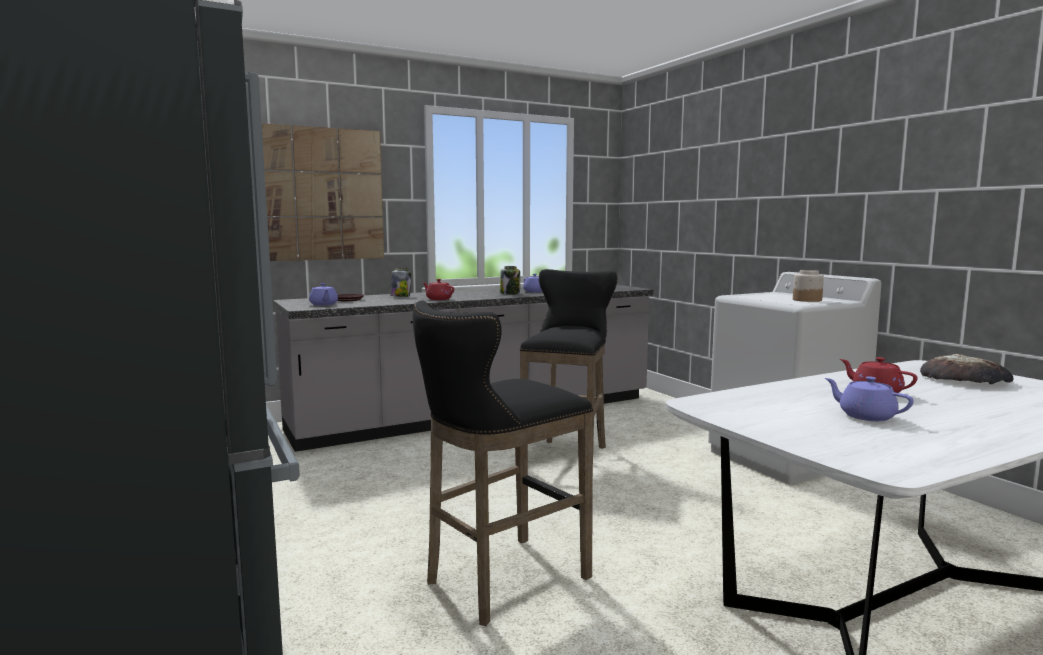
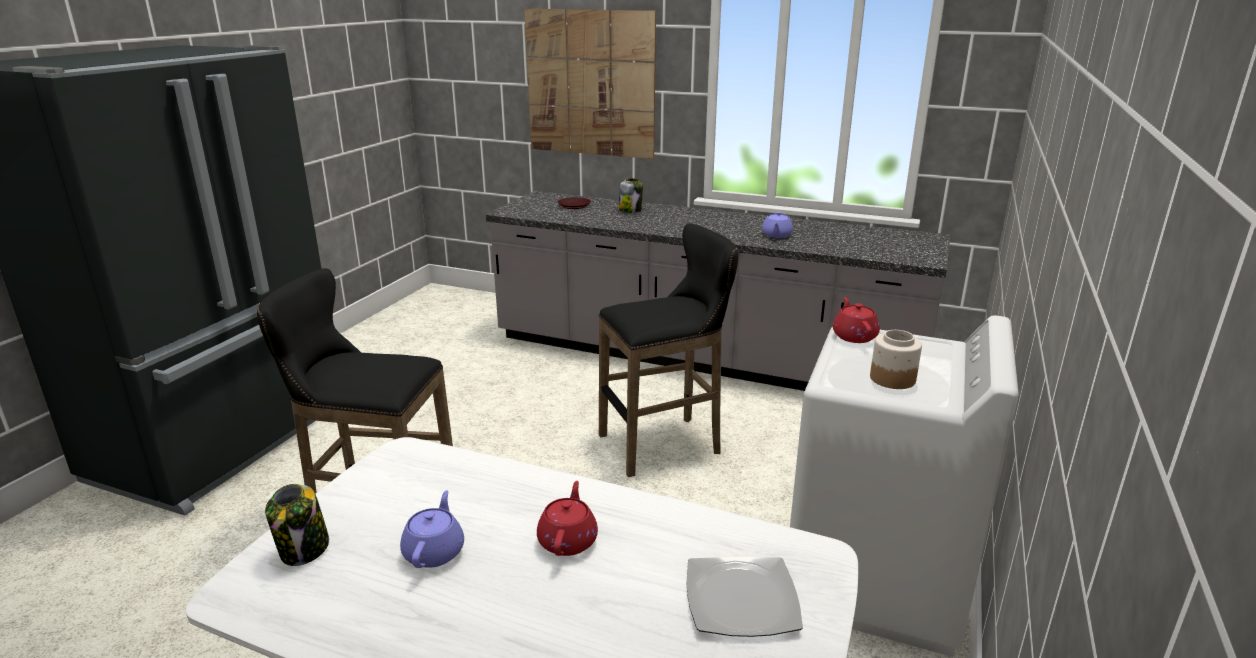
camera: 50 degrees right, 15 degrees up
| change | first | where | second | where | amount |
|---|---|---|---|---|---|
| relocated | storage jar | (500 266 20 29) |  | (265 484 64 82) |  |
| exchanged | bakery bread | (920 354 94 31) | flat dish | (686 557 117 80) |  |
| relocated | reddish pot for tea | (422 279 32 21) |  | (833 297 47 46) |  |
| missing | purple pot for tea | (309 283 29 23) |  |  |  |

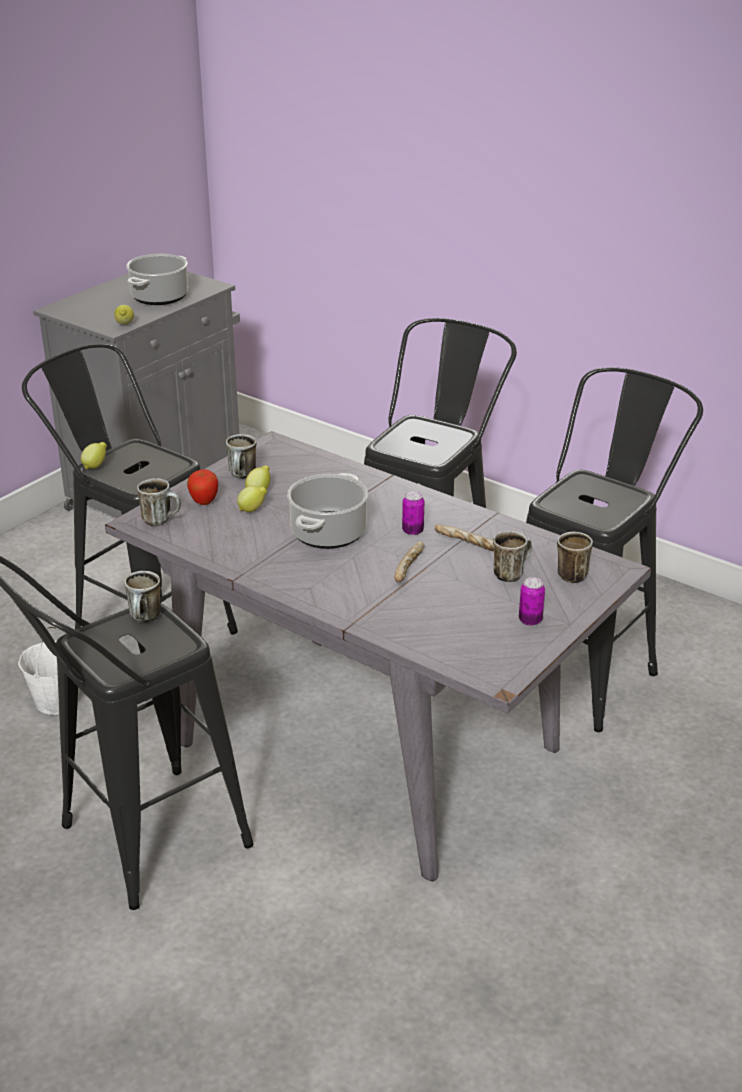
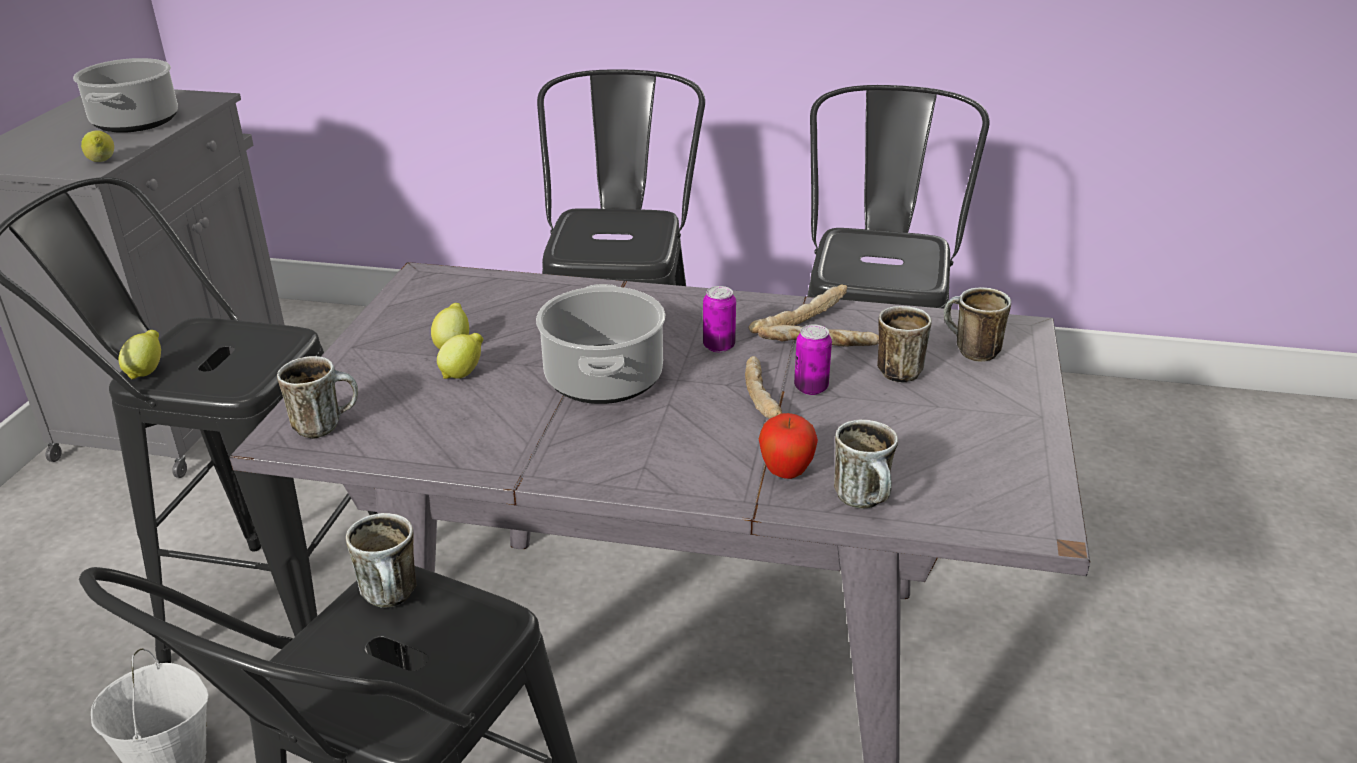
camera: 25 degrees left, 0 degrees up
| change | first | where | second | where | amount |
|---|---|---|---|---|---|
| appeared |  |  | bakery bread | (748 284 99 50) |  |
| relocated | apple fruit | (187 469 31 36) |  | (759 413 59 66) |  |
| relocated | can | (519 577 26 49) |  | (794 324 38 71) |  |
| relocated | tea mug | (226 434 31 45) |  | (834 419 64 90) |  |

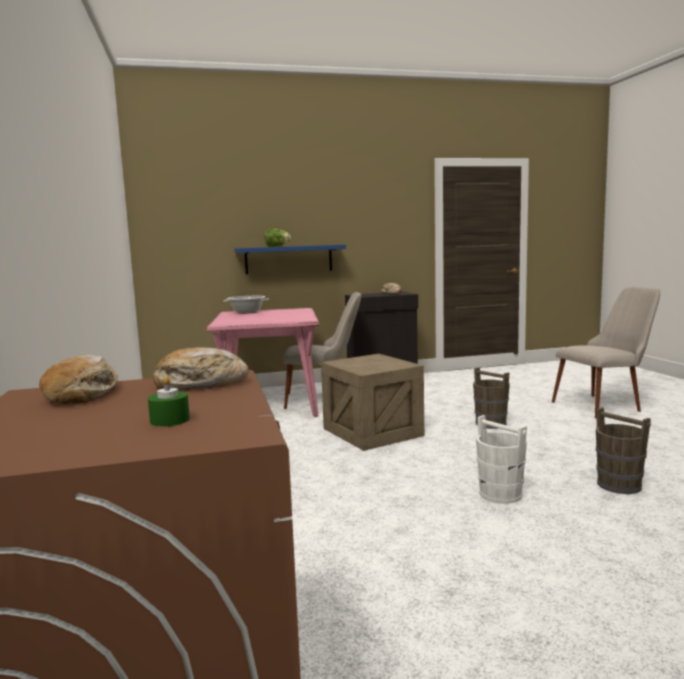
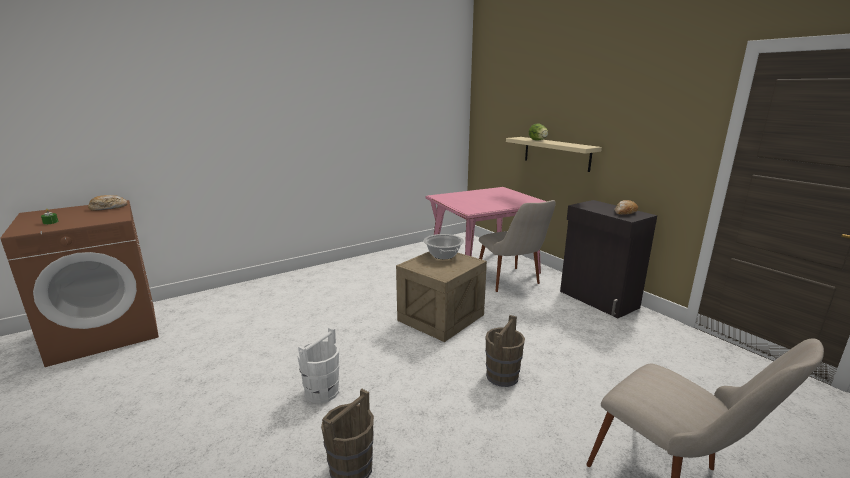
camera: 70 degrees right, 10 degrees up
| change | first | where | second | where | amount |
|---|---|---|---|---|---|
| relocated | stockpot | (224 296 45 18) |  | (424 234 40 25) |  |
| colour | bluish shelf | (234 245 112 29) | sand-coloured shelf | (506 137 96 35) |  |
| missing | bakery bread | (153 347 96 42) |  |  |  |

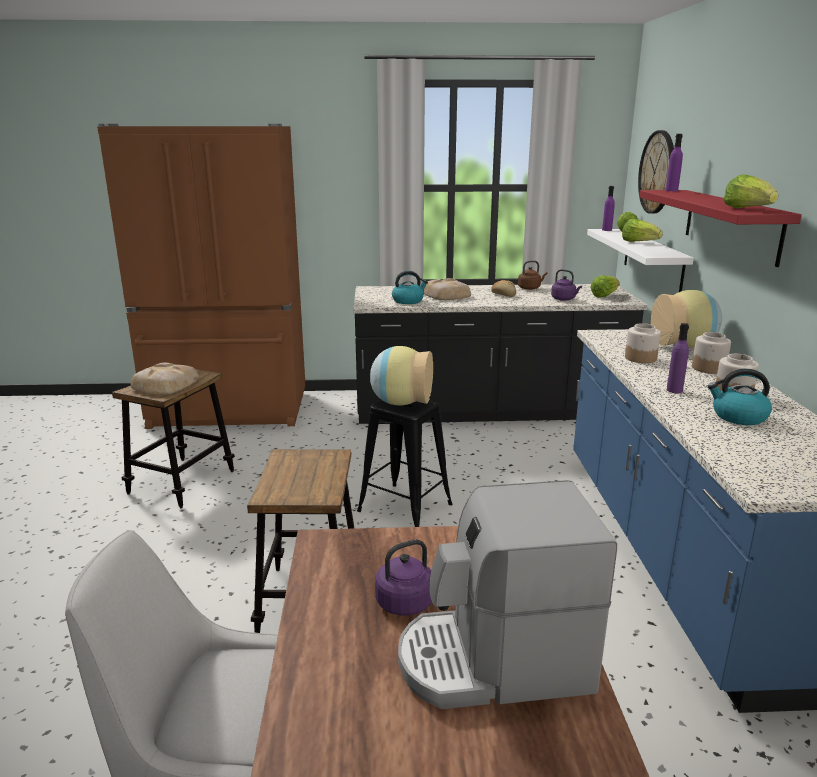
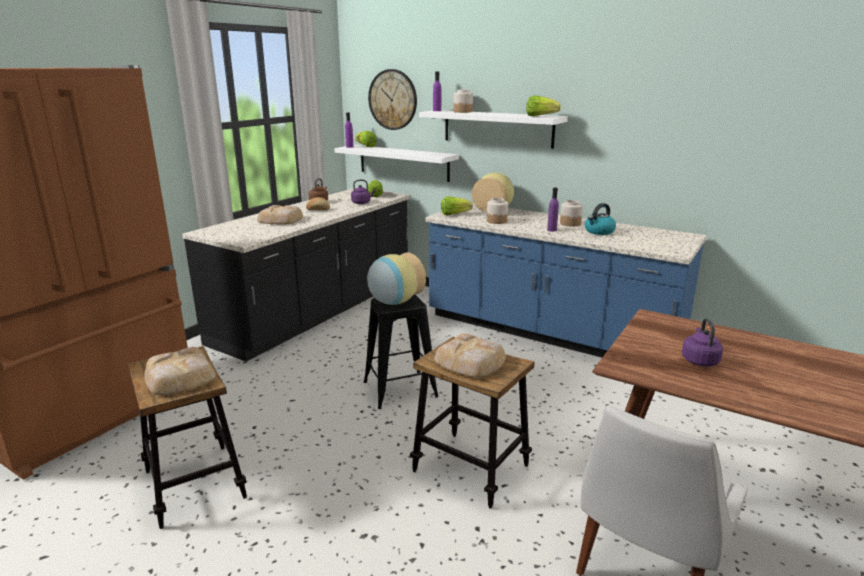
camera: 55 degrees left, 0 degrees up
| change | first | where | second | where | amount |
|---|---|---|---|---|---|
| colour | reddish shelf | (639 190 163 77) | whitish shelf | (419 110 149 39) |  |
| appeared |  |  | bakery bread | (434 333 72 45) |  |
| relocated | head of lettuce | (622 219 41 23) |  | (441 197 32 18) |  |
| relocated | storage jar | (692 332 39 42) |  | (453 90 20 23) |  |
| missing | kettle | (392 271 36 33) |  |  |  |
| missing | coffee machine | (398 480 219 229) |  |  |  |

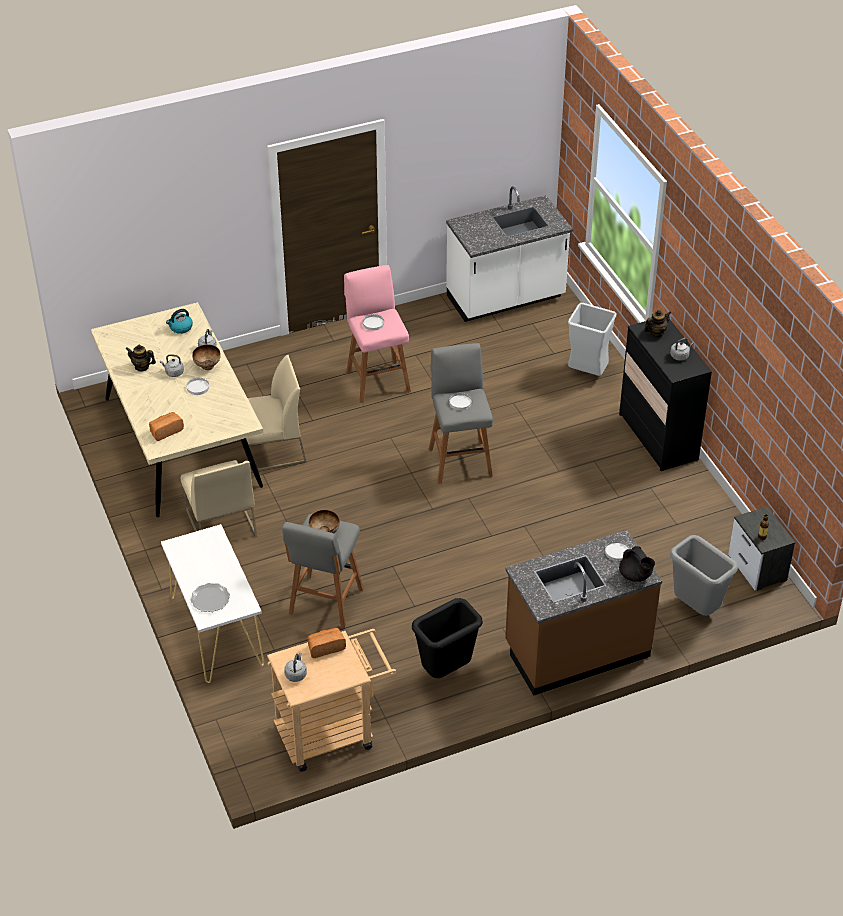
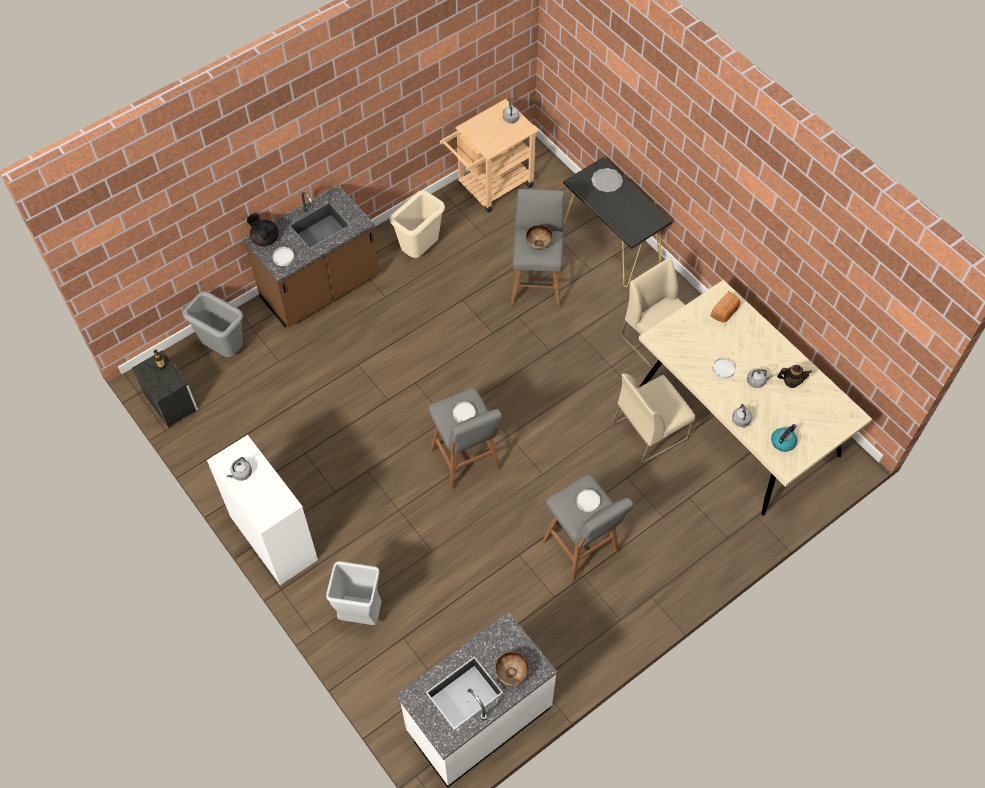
camera: 165 degrees right, 15 degrees up
| change | first | where | second | where | amount |
|---|---|---|---|---|---|
| colour | black-coloured drawer chest | (619 319 93 152) | whitish drawer chest | (207 435 111 150) |  |
| colour | black-coloured waste bin | (412 598 71 80) | sand-coloured waste bin | (390 190 55 68) |  |
| relocated | bowl | (192 344 29 26) |  | (495 652 34 34) |  |
| colour | pink stool seat | (344 265 67 138) | greyish stool seat | (543 474 91 107) |  |
| colour | whitish narrow table | (161 524 103 159) | black-coloured narrow table | (563 157 109 130) |  |
| missing | bakery bread | (307 628 39 30) |  |  |  |
| missing | pot for tea | (644 310 27 27) |  |  |  |

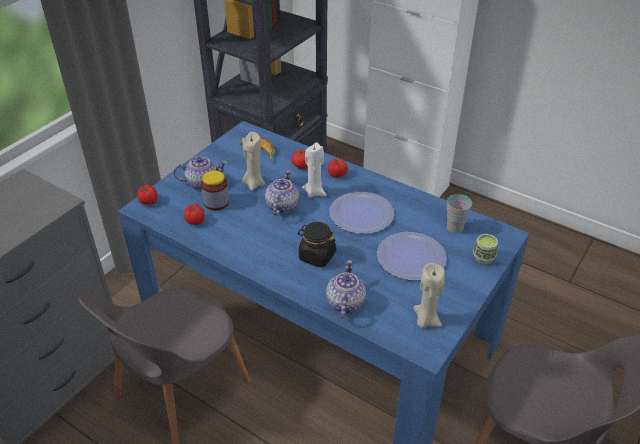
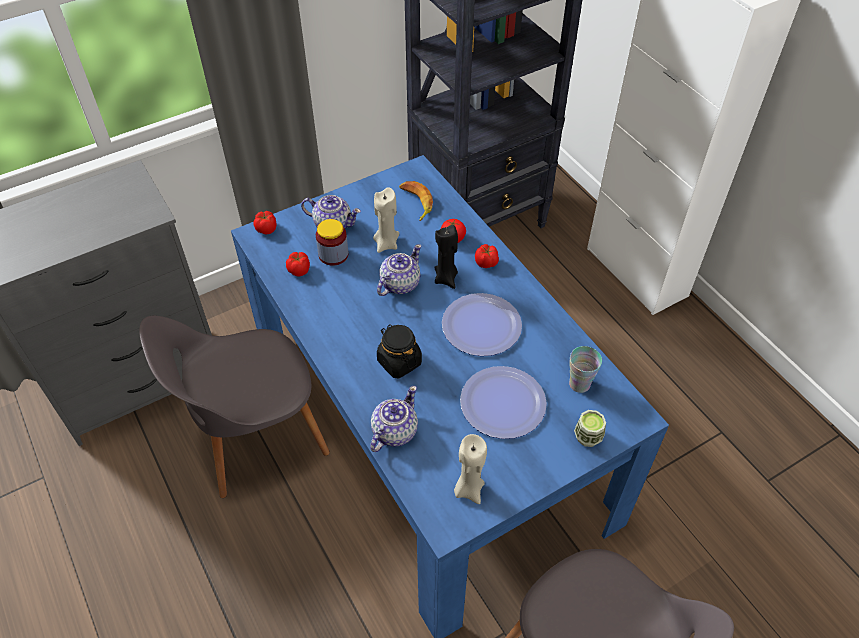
camera: 25 degrees right, 10 degrees up
| change | first | where | second | where | amount |
|---|---|---|---|---|---|
| colour | whitish wax candle | (302 142 25 56) | black-coloured wax candle | (434 225 24 64) |  |

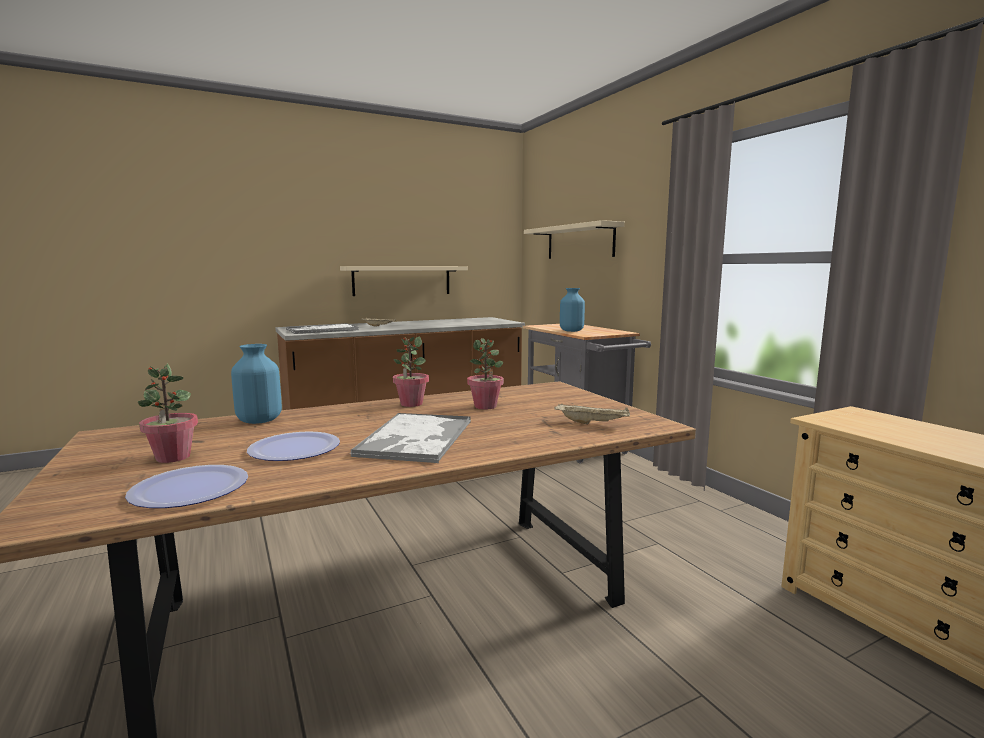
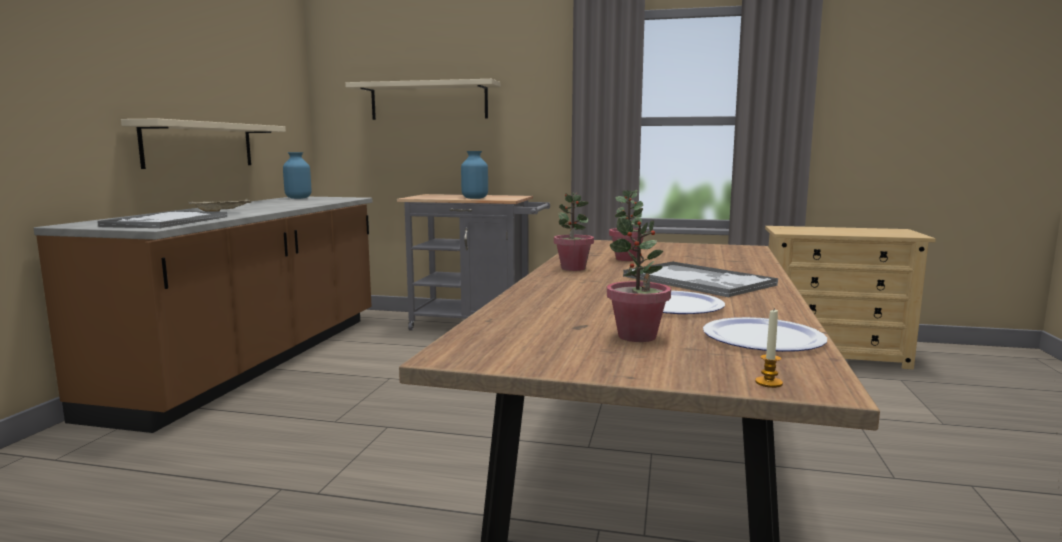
camera: 50 degrees left, 0 degrees up
| change | first | where | second | where | amount |
|---|---|---|---|---|---|
| relocated | bluish vase | (231 344 51 80) |  | (283 152 28 47) |  |
| appeared |  |  | wax candle | (755 310 28 78) |  |
| missing | sand-coloured carrying tray | (554 404 76 20) |  |  |  |

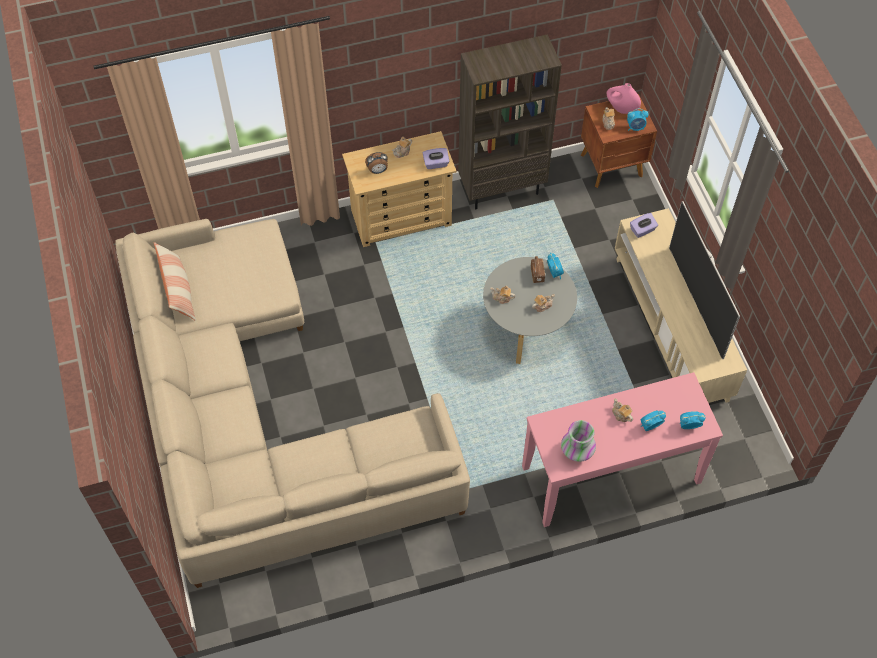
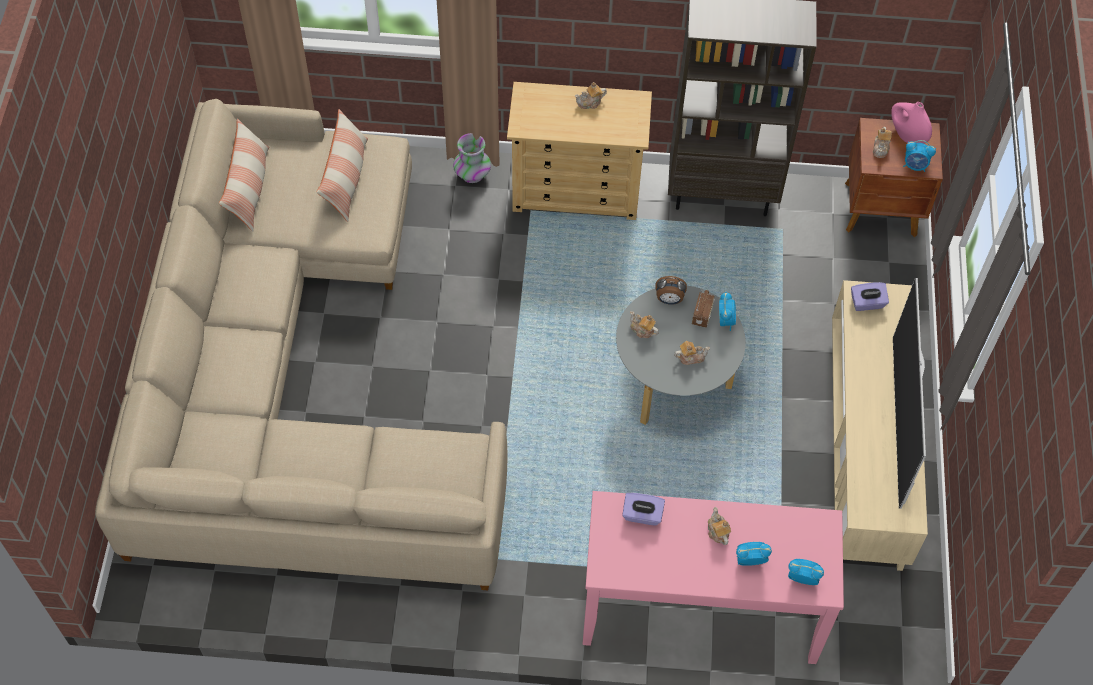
camera: 20 degrees right, 0 degrees up
| change | first | where | second | where | amount |
|---|---|---|---|---|---|
| appeared |  |  | cushion | (317 109 51 113) |  |
| relocated | vase | (561 420 35 42) |  | (453 133 38 50) |  |
| relocated | purple tissue holder | (423 148 26 21) |  | (622 493 43 33) |  |
| relocated | bedside clock | (365 152 23 22) |  | (655 276 32 29) |  |

